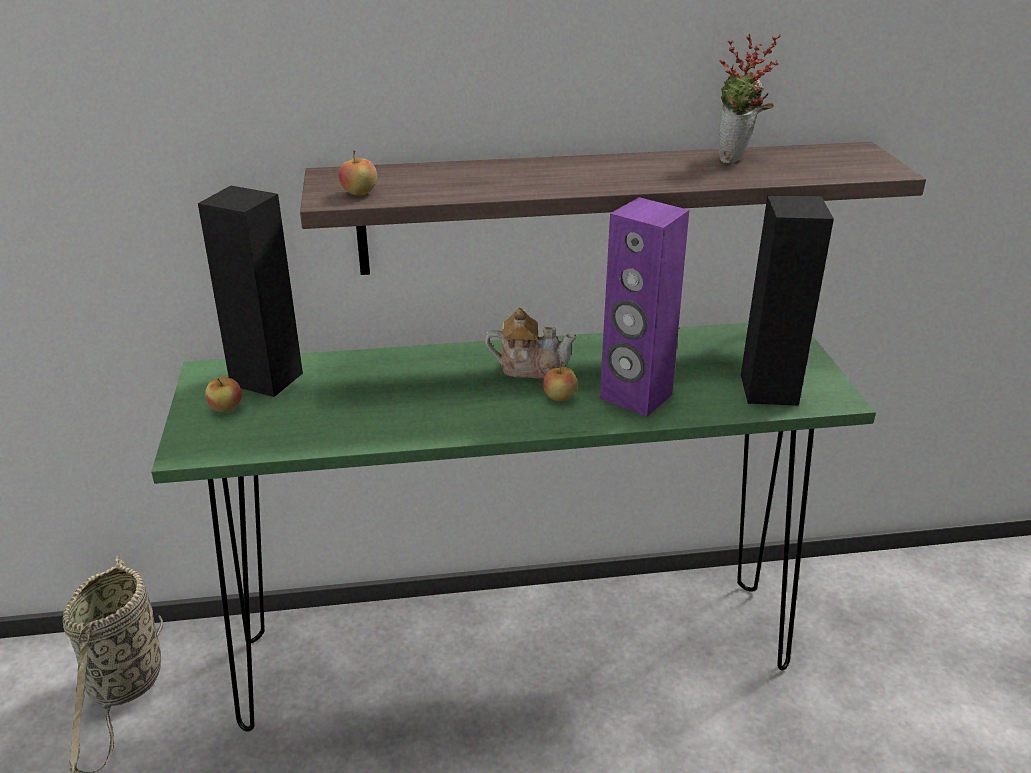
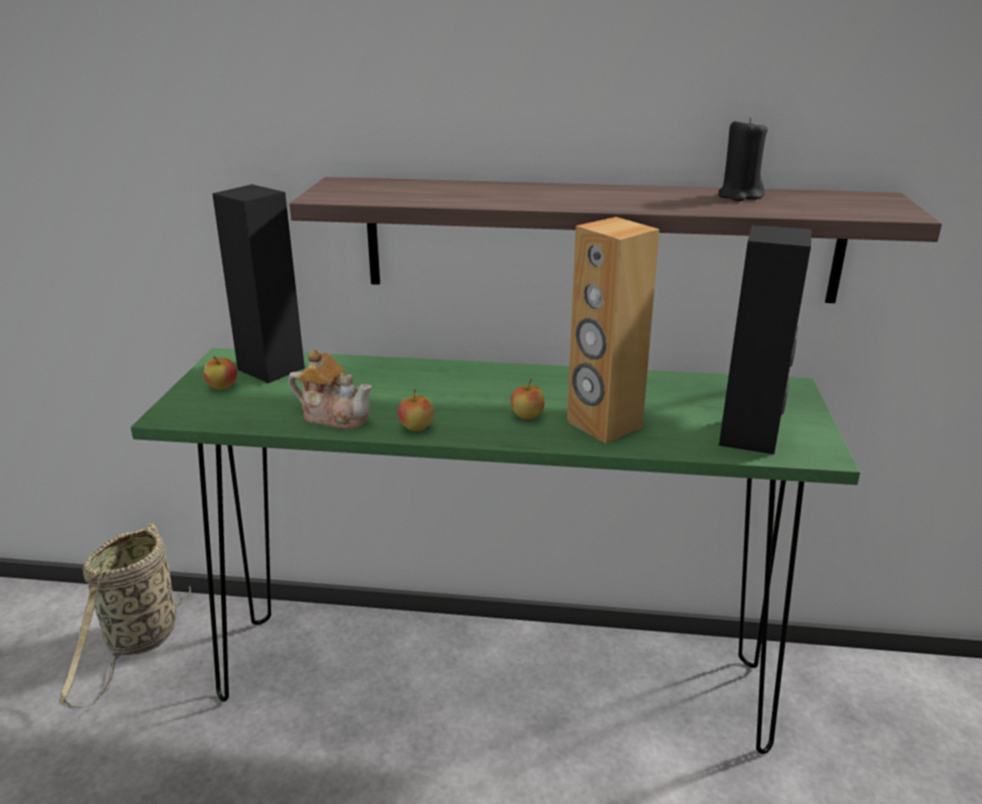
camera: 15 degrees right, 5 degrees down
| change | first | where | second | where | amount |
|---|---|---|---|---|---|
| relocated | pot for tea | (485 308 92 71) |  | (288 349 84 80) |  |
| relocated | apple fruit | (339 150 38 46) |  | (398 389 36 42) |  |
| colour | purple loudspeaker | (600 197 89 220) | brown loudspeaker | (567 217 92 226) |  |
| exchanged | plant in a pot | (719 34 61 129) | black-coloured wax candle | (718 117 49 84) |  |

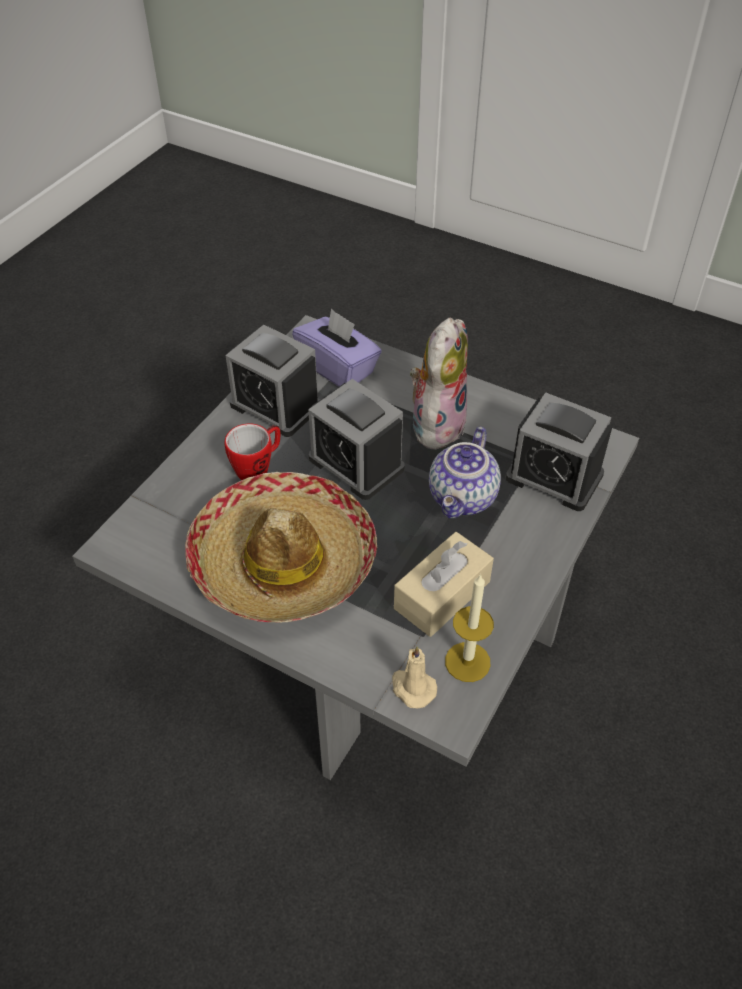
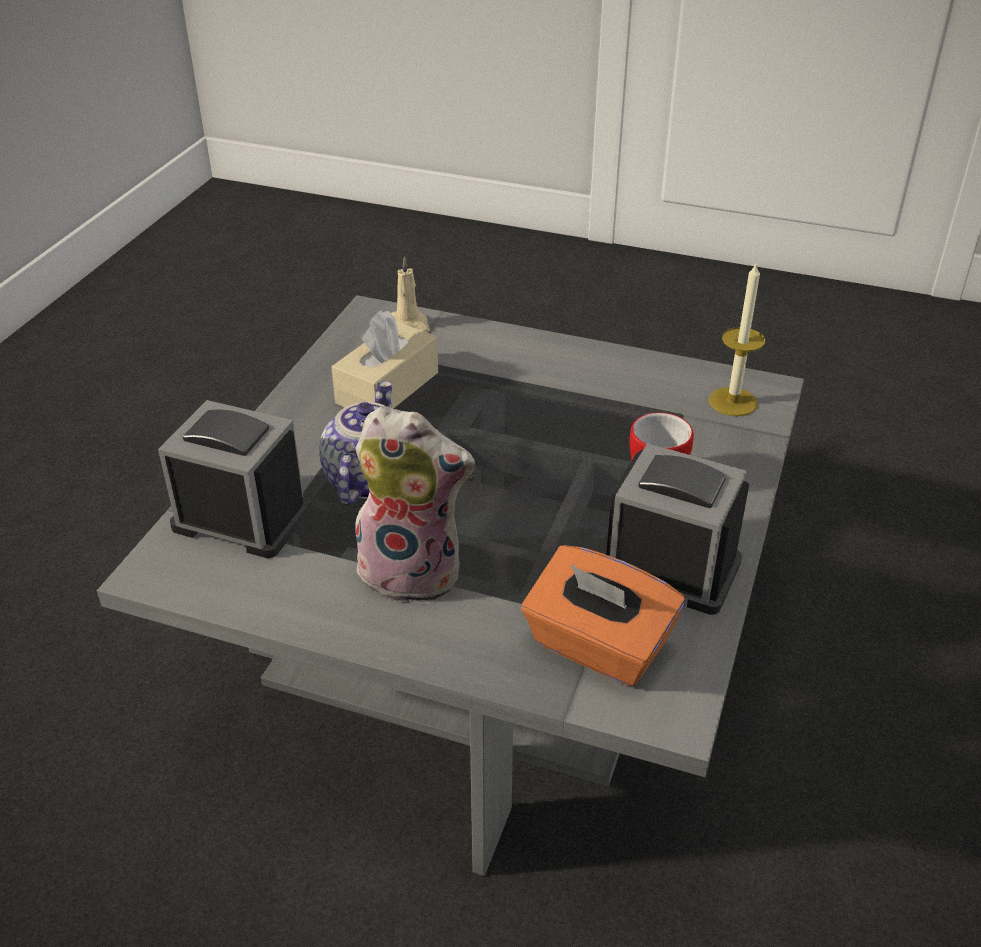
camera: 170 degrees right, 10 degrees down
| change | first | where | second | where | amount |
|---|---|---|---|---|---|
| spun | cuddly toy | (410 318 58 132) |  | (352 406 123 198) | 90 degrees counterclockwise |
| colour | purple tissue holder | (292 308 90 79) | orange tissue holder | (521 545 164 141) |  |
| relocated | wax candle | (445 574 49 108) |  | (709 261 56 155) |  |
| missing | clothing hat | (185 472 192 151) |  |  |  |
| missing | bedside clock | (308 379 97 121) |  |  |  |

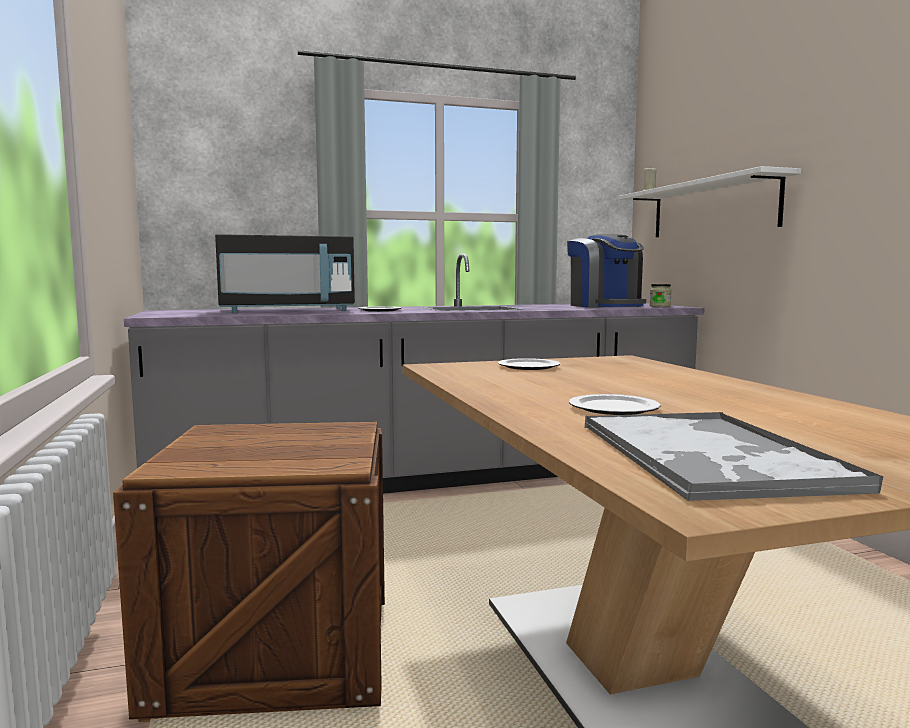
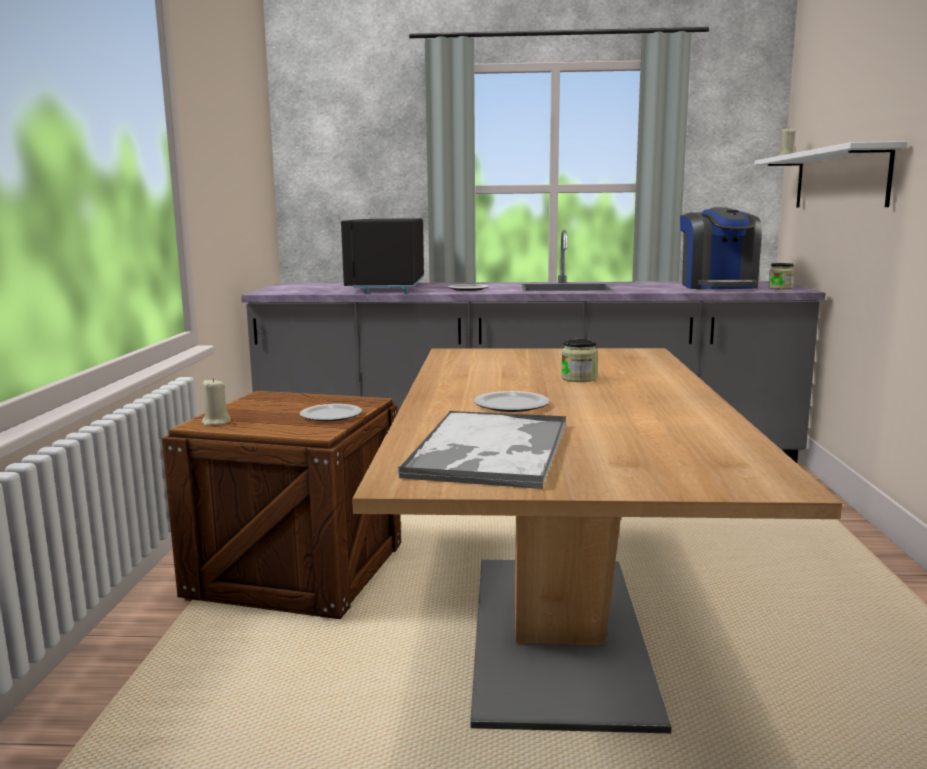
camera: 20 degrees right, 5 degrees up
| change | first | where | second | where | amount |
|---|---|---|---|---|---|
| appeared |  |  | sand-coloured wax candle | (202 378 29 48) |  |
| relocated | flat dish | (498 358 62 12) |  | (300 404 62 17) |  |
| spun | black-coloured microwave oven | (215 234 140 79) |  | (341 218 83 75) | 90 degrees clockwise |
| appeared |  |  | storage jar | (561 339 37 43) |  |

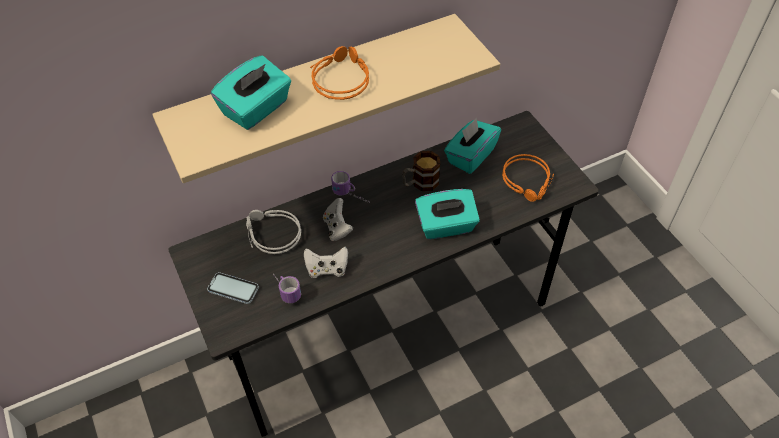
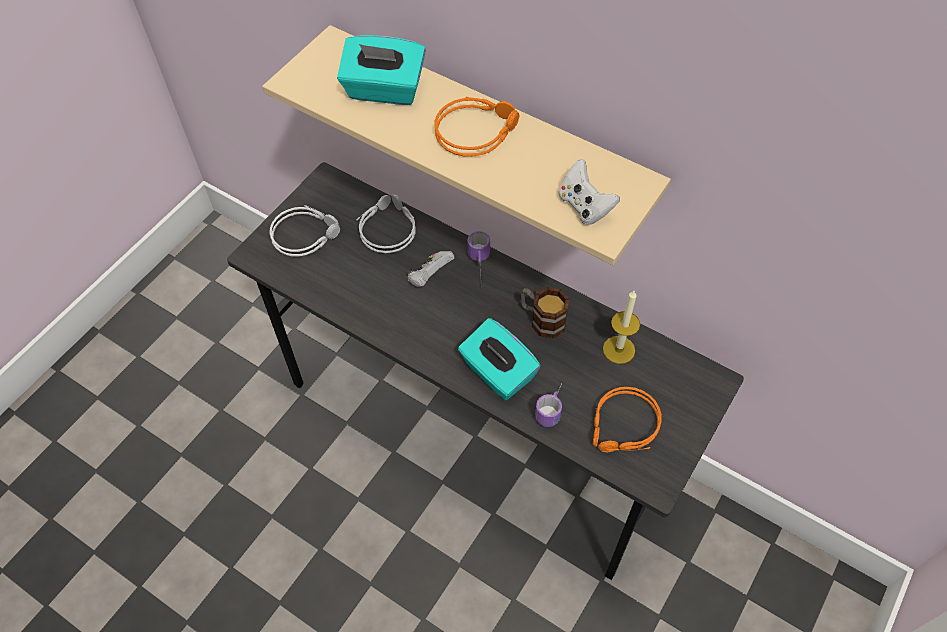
camera: 60 degrees right, 5 degrees up
| change | first | where | second | where | amount |
|---|---|---|---|---|---|
| exchanged | phone | (207 272 52 32) | greyish pair of headphones | (269 205 71 51) |  |
| relocated | tea mug | (273 274 28 29) |  | (535 383 27 44) |  |
| relocated | whitish gamepad | (304 247 44 31) |  | (559 159 61 66) |  |
| exchanged | blue-green tissue holder | (444 118 57 56) | wax candle | (603 291 37 73) |  |

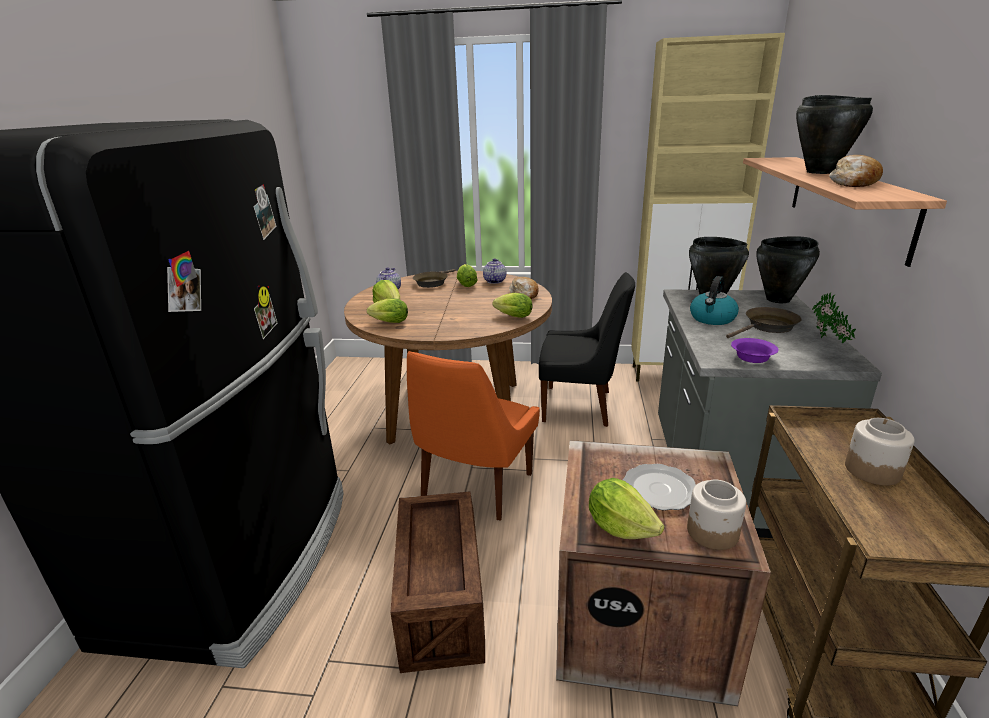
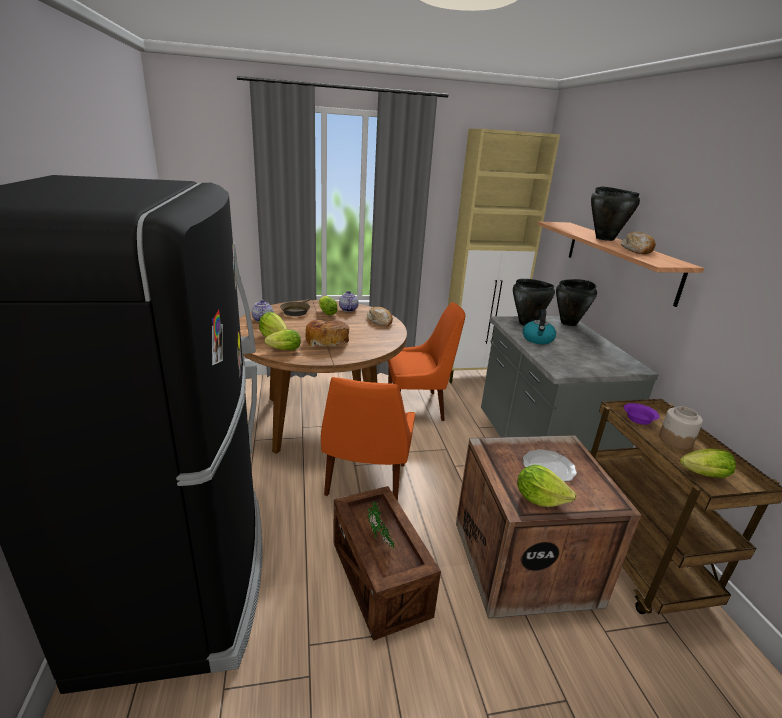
camera: 20 degrees left, 0 degrees up
| change | first | where | second | where | amount |
|---|---|---|---|---|---|
| appeared |  |  | bakery bread | (305 320 44 27) |  |
| relocated | plant in a pot | (812 292 44 51) |  | (368 501 27 47) |  |
| colour | black-coloured chair | (539 272 96 155) | orange chair | (388 302 77 119) |  |
| relocated | purple bowl | (731 338 48 25) |  | (624 403 36 22) |  |
| relocated | head of lettuce | (492 293 40 25) |  | (680 449 56 29) |  |
| missing | storage jar | (687 480 59 70) |  |  |  |
| missing | brown frying pan | (726 307 76 31) |  |  |  |

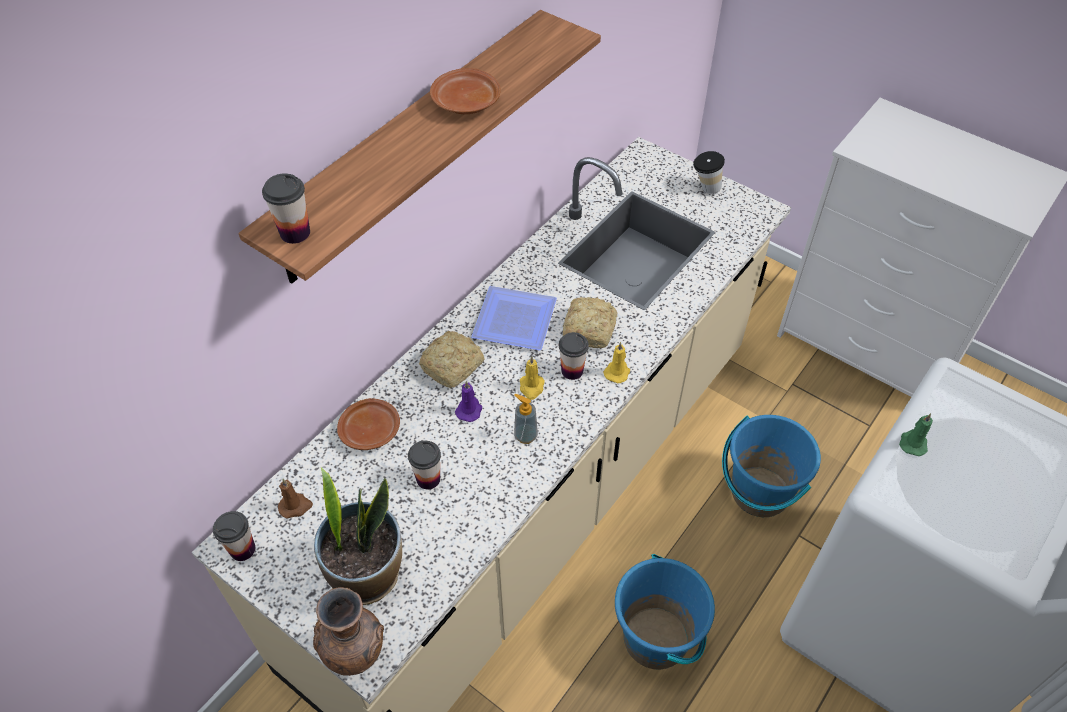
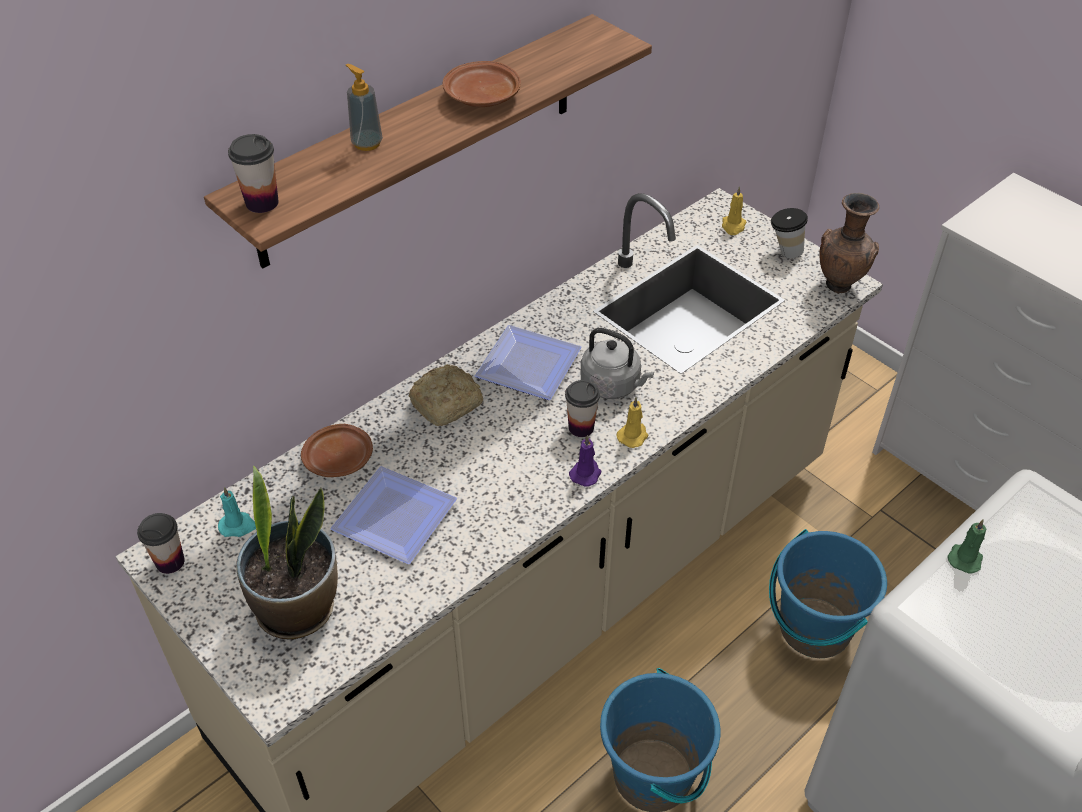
camera: 10 degrees right, 5 degrees down
| change | first | where | second | where | amount |
|---|---|---|---|---|---|
| colour | brown wax candle | (278 479 35 40) | blue-green wax candle | (218 487 38 50) |  |
| exchanged | cup | (408 441 33 48) | flat dish | (330 466 127 98) |  |
| relocated | soap bottle | (514 394 24 50) |  | (346 64 37 87) |  |
| relocated | purple wax candle | (455 381 27 41) |  | (569 435 32 52) |  |
| exchanged | bakery bread | (563 297 54 51) | greyish kettle | (581 328 73 71) |  |
| relocated | yellow wax candle | (520 356 25 44) |  | (722 186 25 49) |  |
| relocated | brown vase | (313 587 71 89) |  | (819 193 60 101) |  |

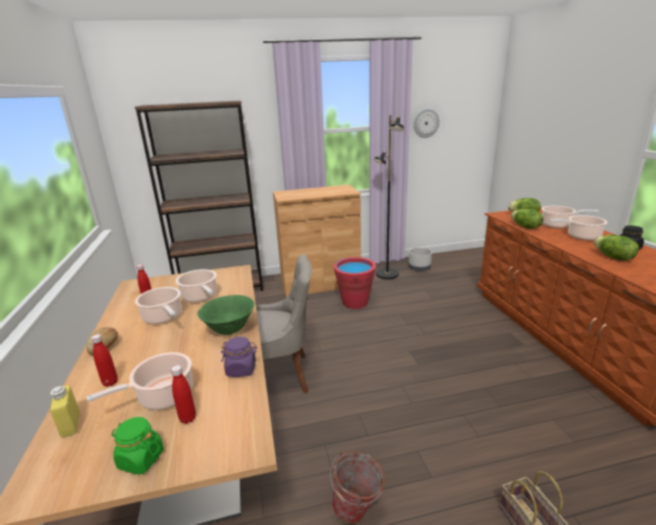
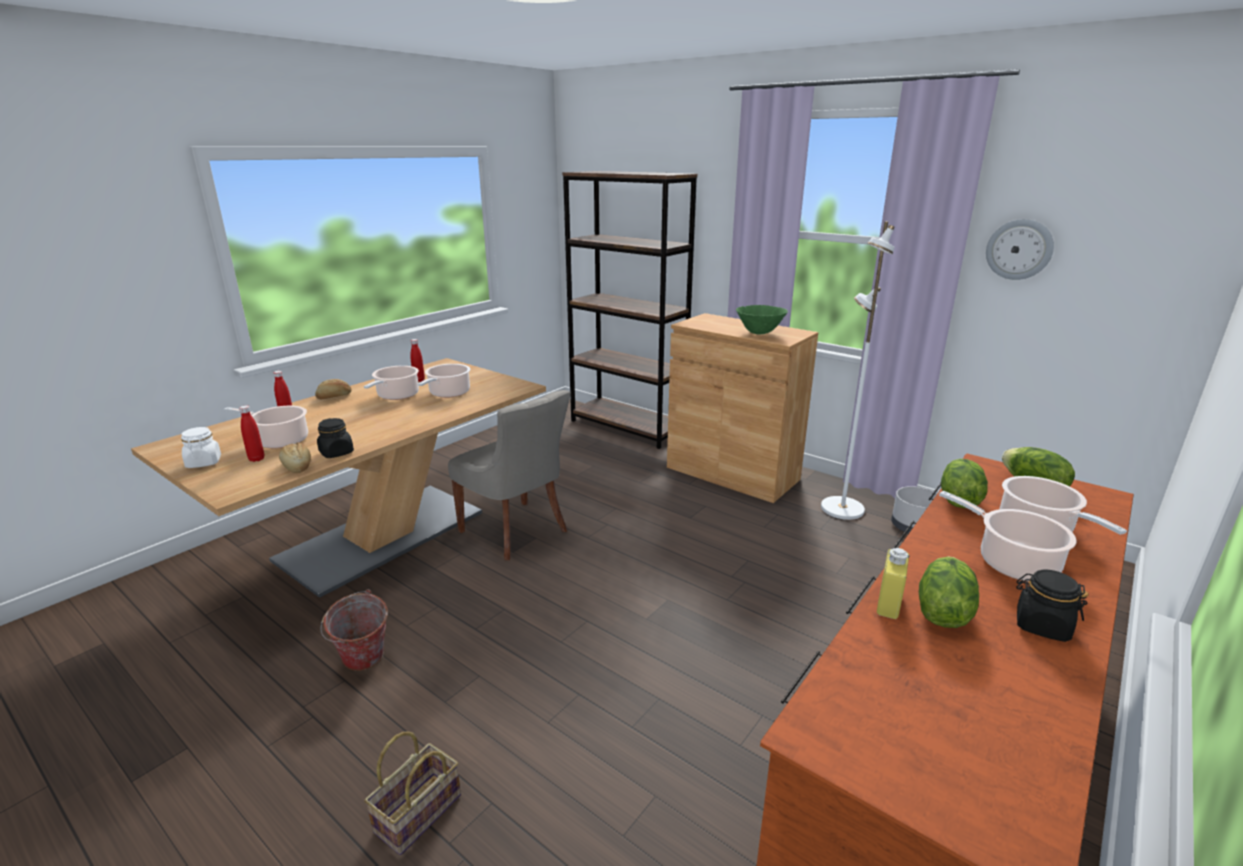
camera: 50 degrees right, 0 degrees up
| change | first | where | second | where | amount |
|---|---|---|---|---|---|
| colour | green storage jar | (112 417 52 58) | whitish storage jar | (181 427 40 41) |  |
| appeared |  |  | bakery bread | (279 442 32 31) |  |
| colour | purple storage jar | (221 337 36 40) | black-coloured storage jar | (317 418 37 40) |  |
| relocated | green bowl | (197 295 58 40) |  | (736 305 52 29) |  |
| colour | black-coloured standard lamp | (373 115 31 164) | whitish standard lamp | (821 222 74 298) |  |
| relocated | yellow beverage bottle | (50 385 30 53) |  | (877 548 33 71) |  |
| missing | reddish water bucket | (333 257 43 52) |  |  |  |

